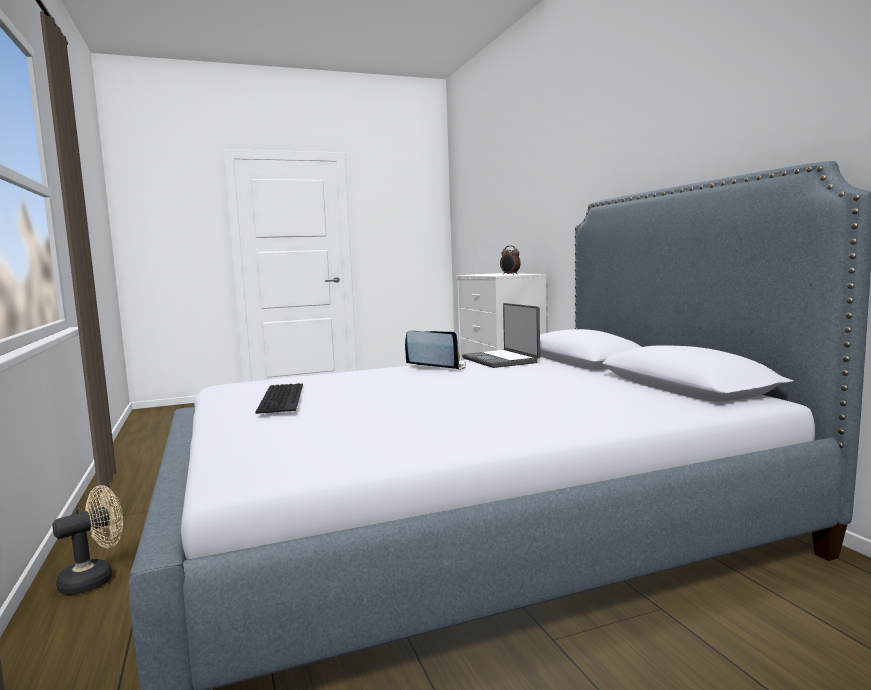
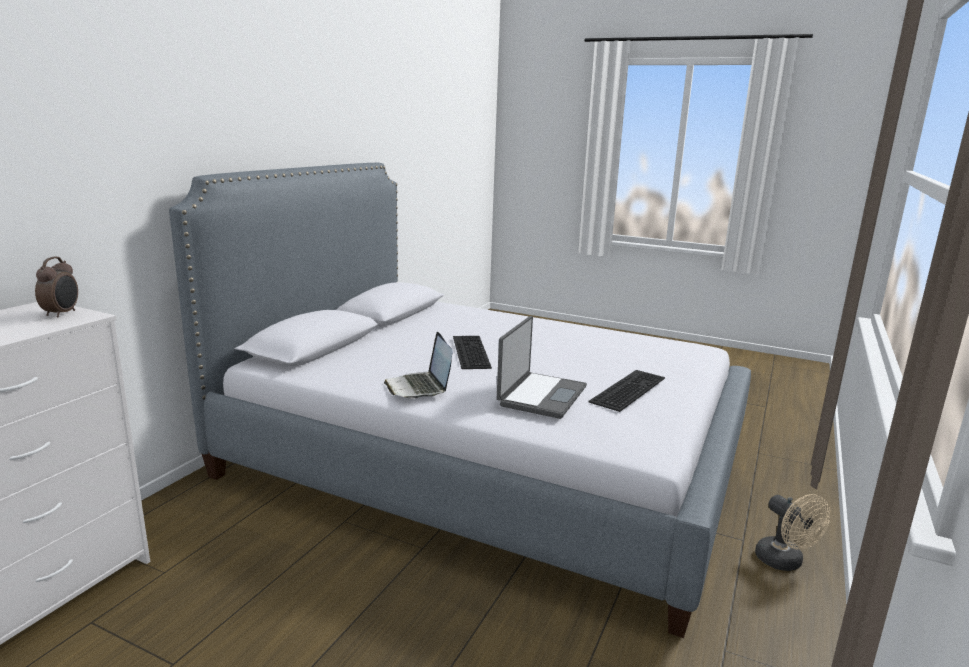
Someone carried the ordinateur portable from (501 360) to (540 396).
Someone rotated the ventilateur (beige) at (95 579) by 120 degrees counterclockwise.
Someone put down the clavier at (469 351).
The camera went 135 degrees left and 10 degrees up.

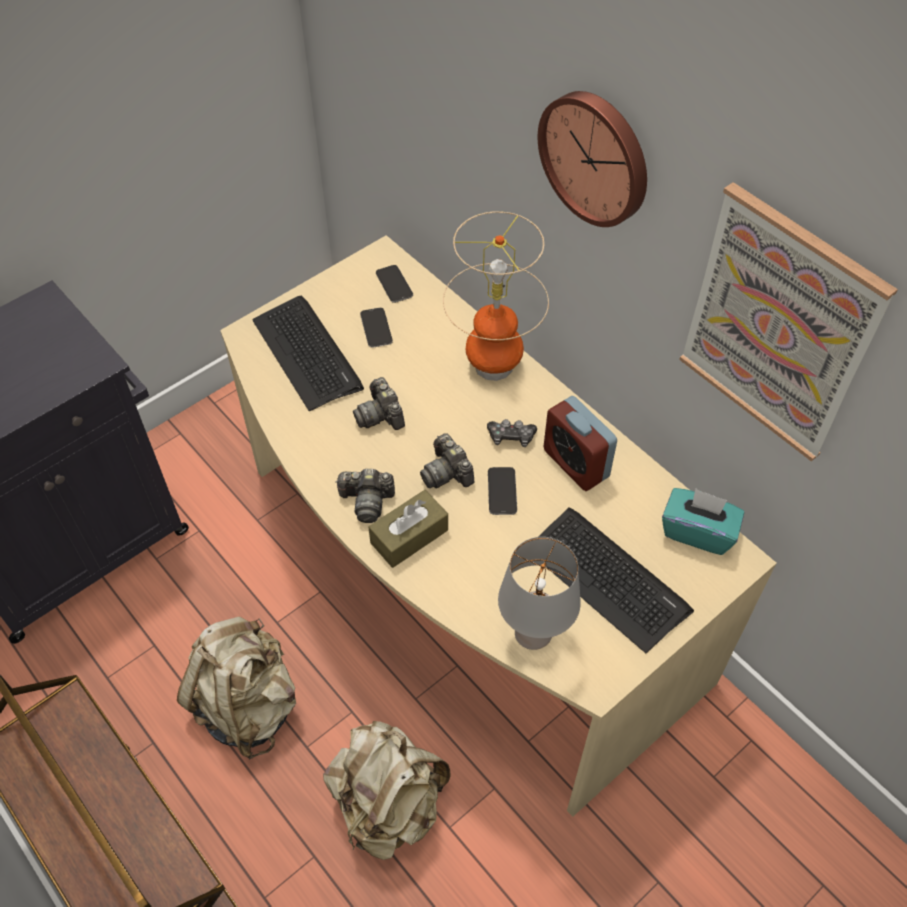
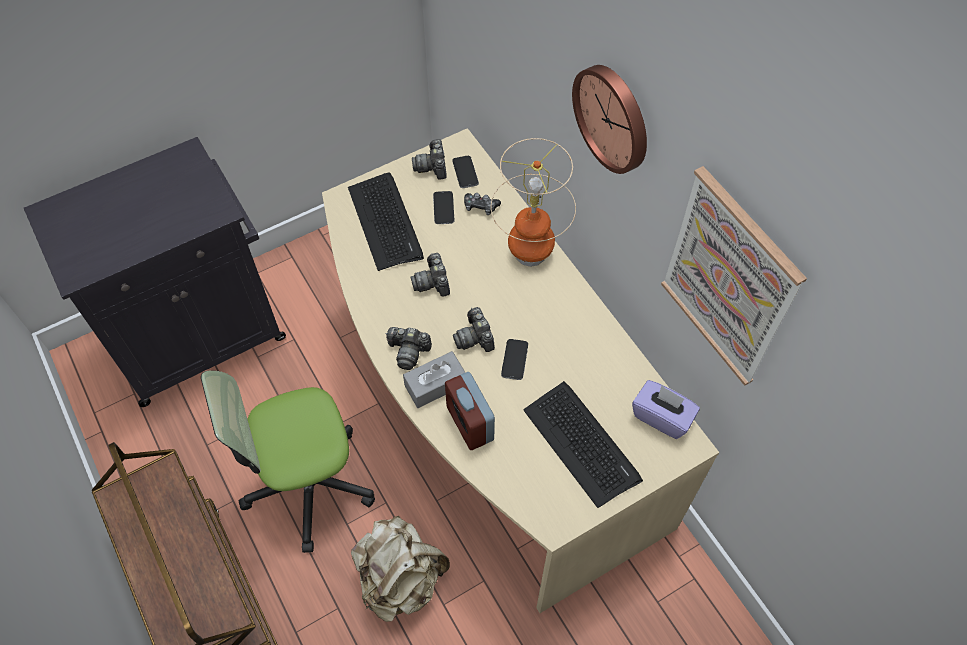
Someone carried the réveil from (575 463) to (470 423).
Someone carried the manette from (511 437) to (480 207).
Someone repainted the boîte à mouchoirs (turquoise) at (697 531), which became the boîte à mouchoirs (violet) at (662 417).
Someone repainted the boîte à mouchoirs (marron) at (409 536), which became the boîte à mouchoirs (gris) at (435 385).
Someone took away the lampe de table (gris) at (533 634).
Someone swapped the sac à dos (beige) at (248 705) for the chaise de bureau at (308 484).
Someone put down the appareil photo at (432 166).
The camera went 10 degrees right and 5 degrees up.

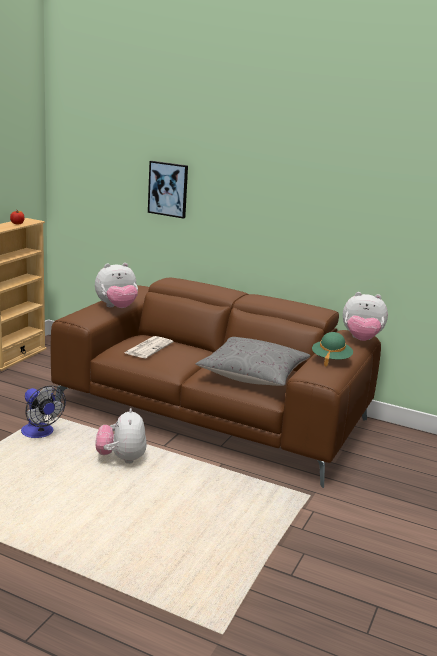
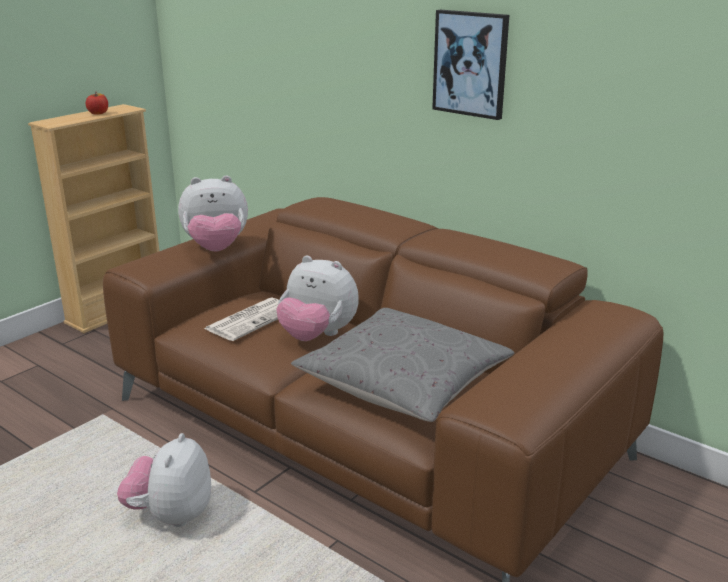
Someone carried the tableau from (168 189) to (471 64).
Someone carried the peluche from (361 340) to (317 336).
Someone took away the chapeau (vert) at (331 359).
Someone took away the ventilateur at (40 433).
The camera went 15 degrees right and 5 degrees up.

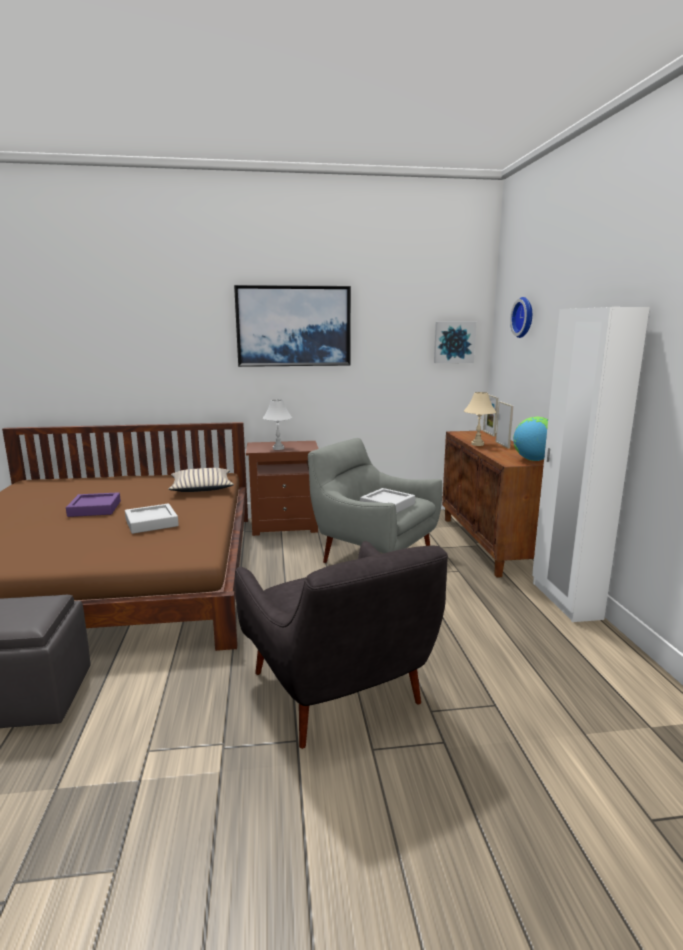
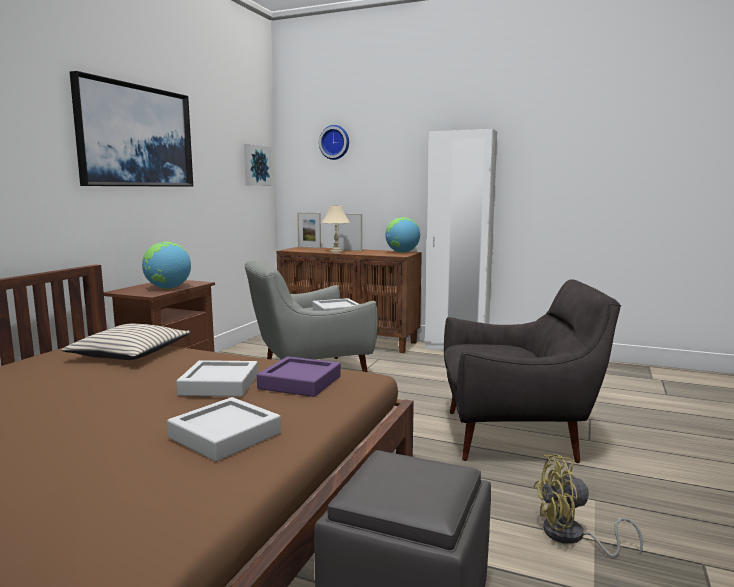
Someone swapped the lampe de table (blanc) at (278 448) for the globe at (168 288).
Someone carried the plateau (violet) from (94 509) to (300 382).
Someone put down the plateau (gris) at (225 435).
Someone put down the ventilateur (jaune) at (572 537).
The camera went 60 degrees left and 5 degrees down.

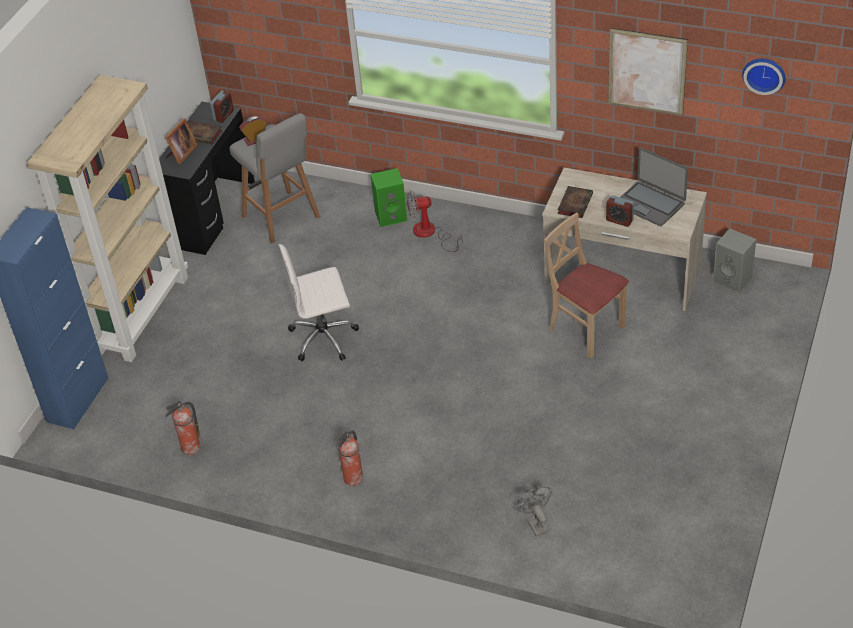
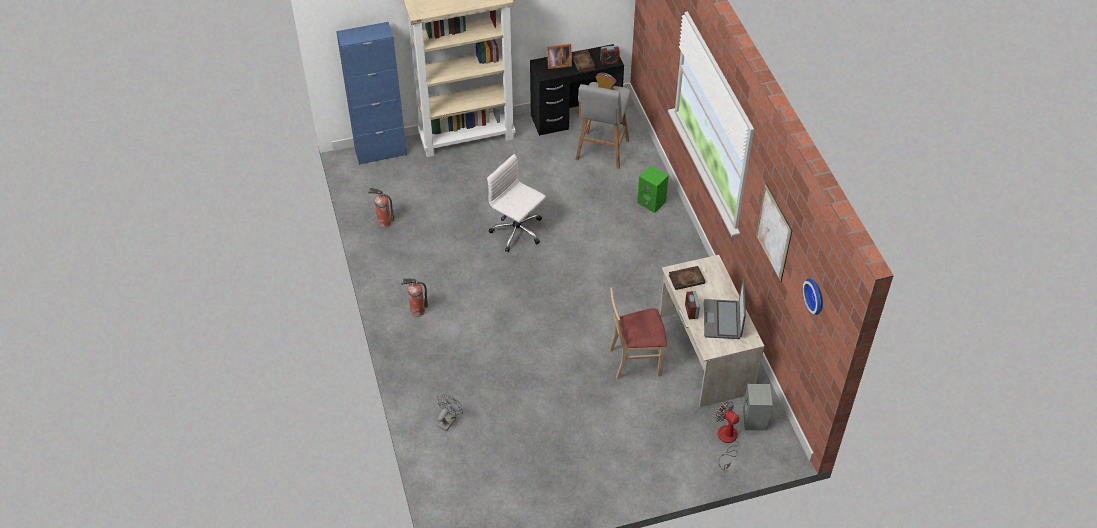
Someone carried the ventilateur from (430 234) to (726 441).
Someone rotated the chaise (beige) at (586 329) by 105 degrees counterclockwise.
The camera went 50 degrees right and 5 degrees up.

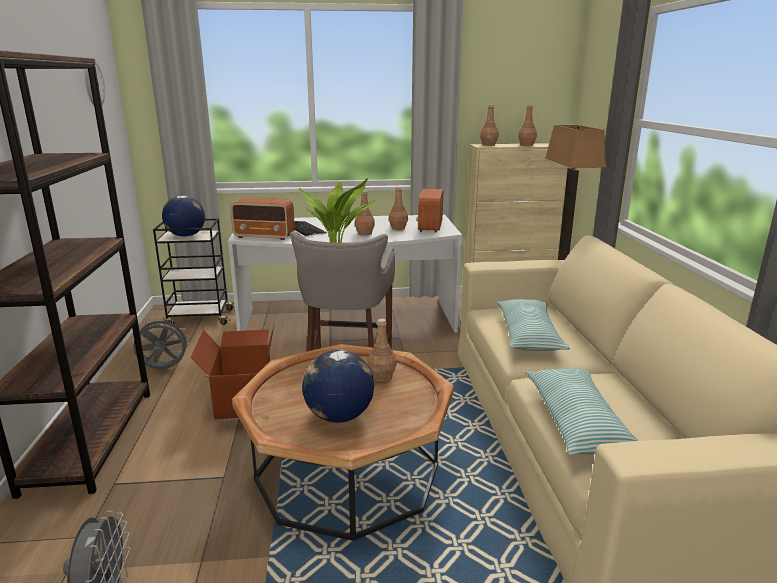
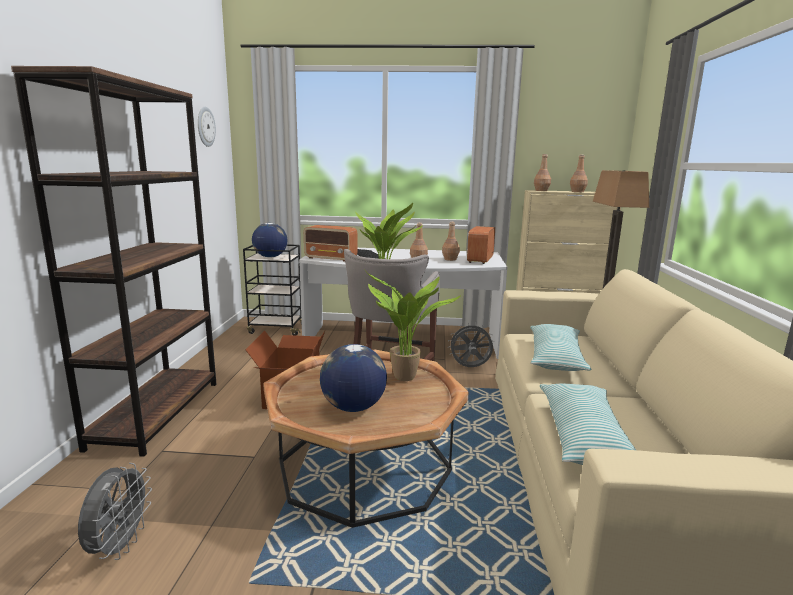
Someone carried the ventilateur (gris) from (163 369) to (470 368).
Someone swapped the bouteille (marron) at (382 376) for the plante en pot at (404 379).
The camera went 10 degrees right and 5 degrees down.

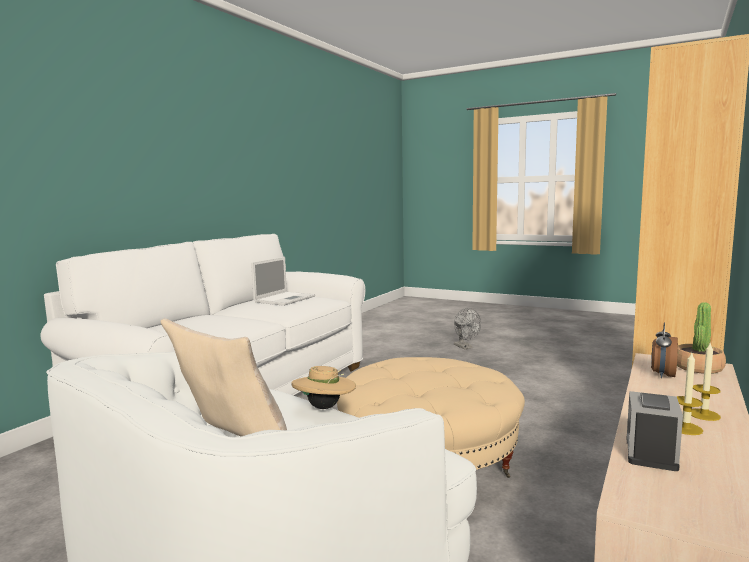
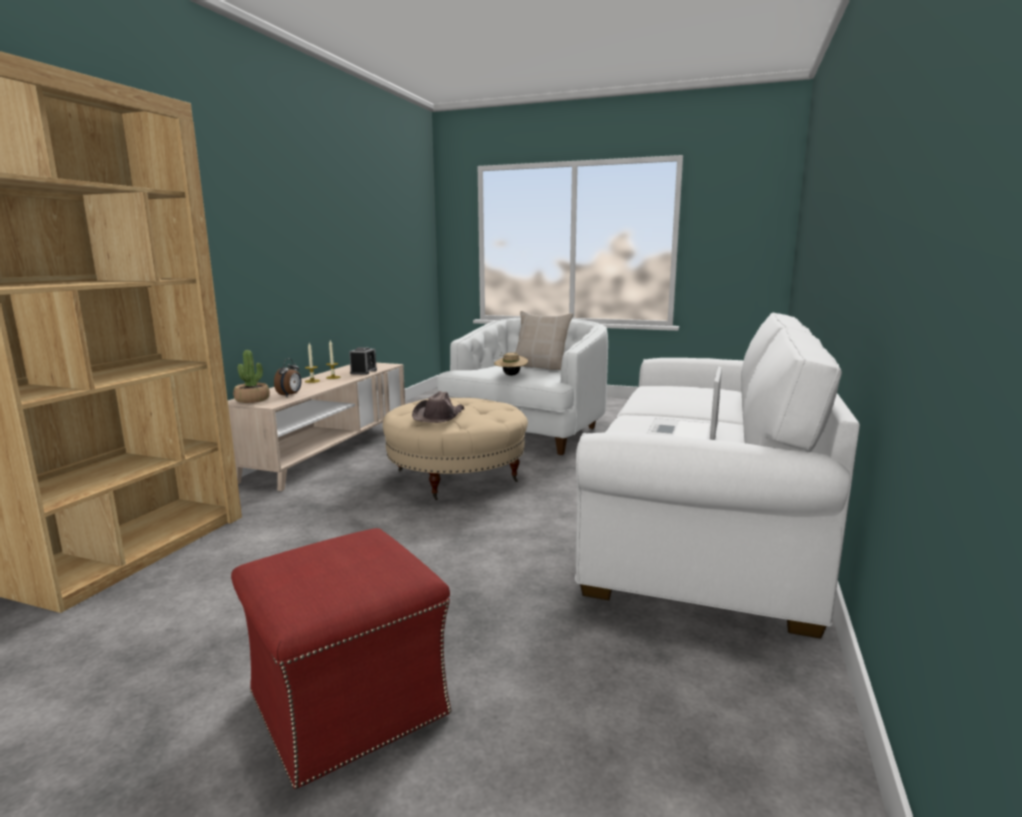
Someone swapped the ventilateur (gris) at (465 347) for the pouf (rouge) at (346 705).
Someone put down the chapeau (marron) at (439 415).
The camera went 170 degrees right and 5 degrees up.

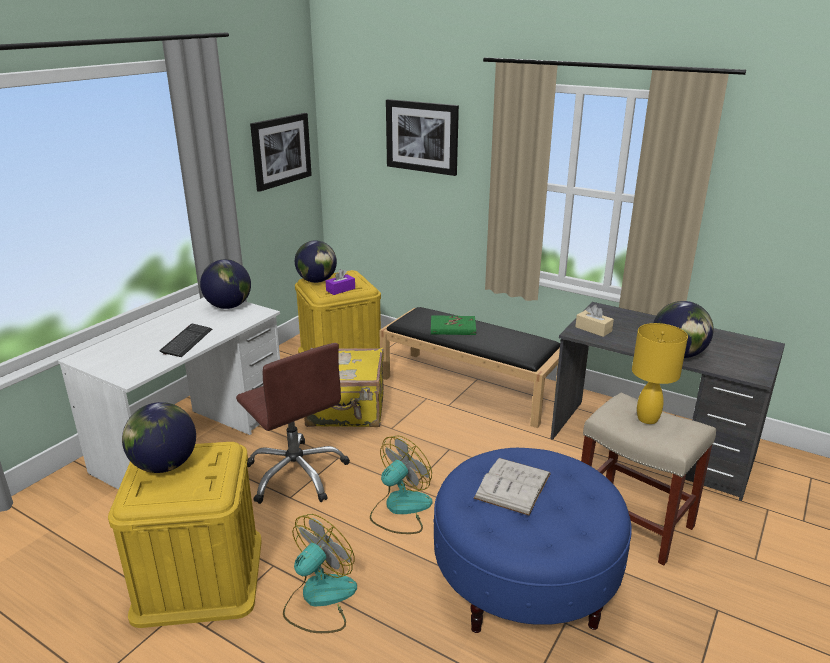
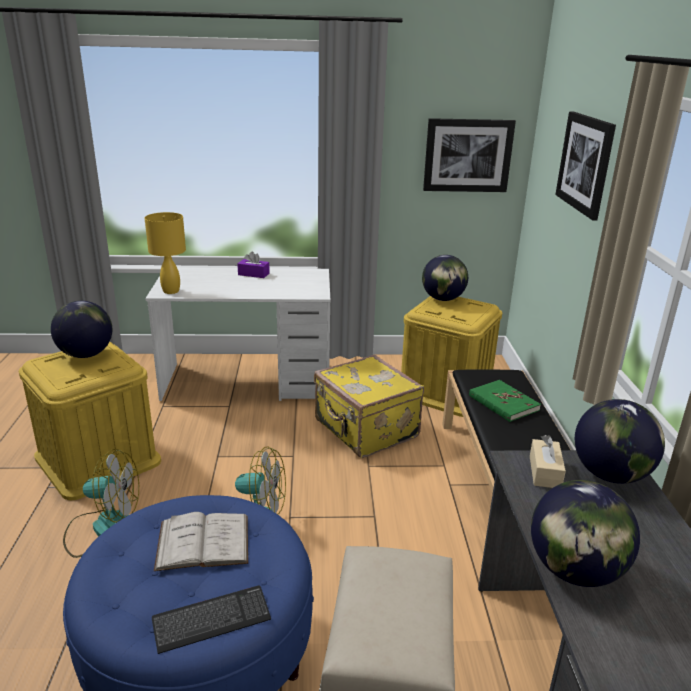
Someone carried the globe from (228 306) to (610 475).
Someone carried the boîte à mouchoirs (violet) from (340 289) to (253 274).
Someone carried the lampe de table (jaune) from (647 418) to (171 291).
Someone carried the clavier from (187 341) to (211 620).
Someone took away the chaise de bureau (marron) at (296 473).
The camera went 55 degrees right and 0 degrees up.

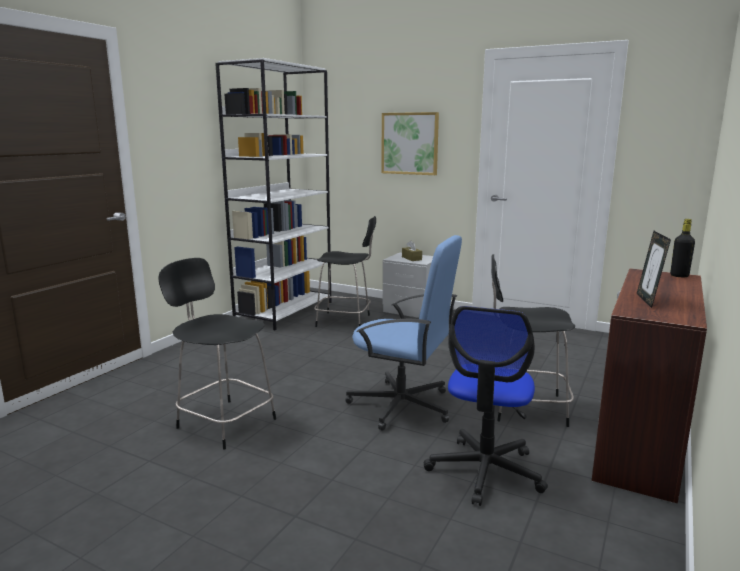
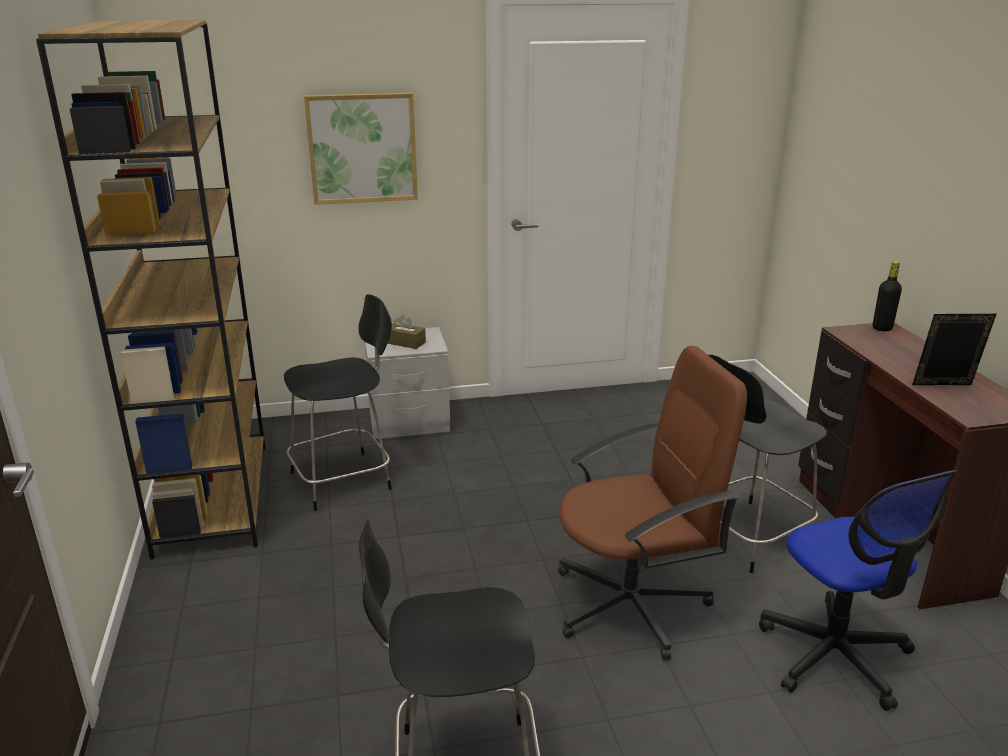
Someone repainted the bibliothèque (blanc) at (284 311), which became the bibliothèque (marron) at (212 497).
Someone rotated the cadre photo at (648 300) by 120 degrees clockwise.
Someone repainted the chaise de bureau (bleu) at (402 405), which became the chaise de bureau (marron) at (632 604).
The camera went 40 degrees left and 10 degrees up.

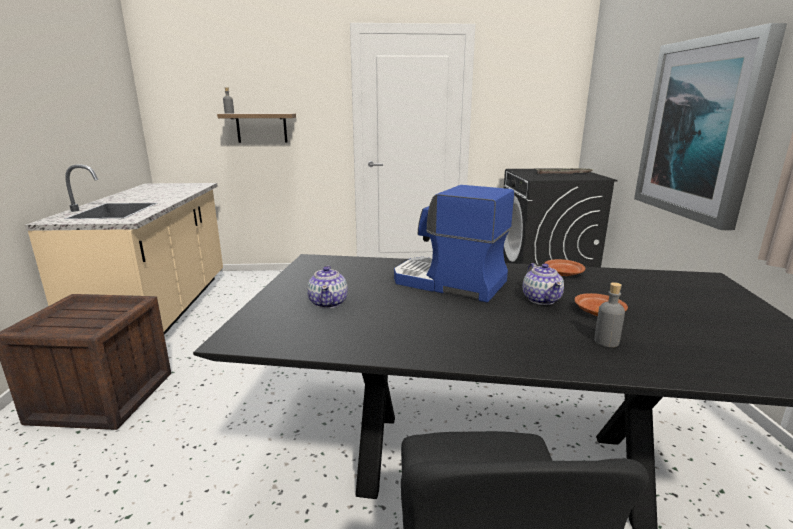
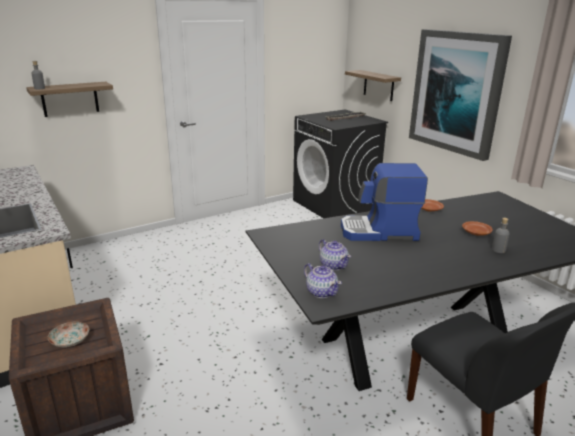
Someone carried the théière from (541 299) to (321 292).
Someone put up the étagère at (378 85).
Someone put down the assiette at (71 340).
The camera went 30 degrees left and 5 degrees up.

